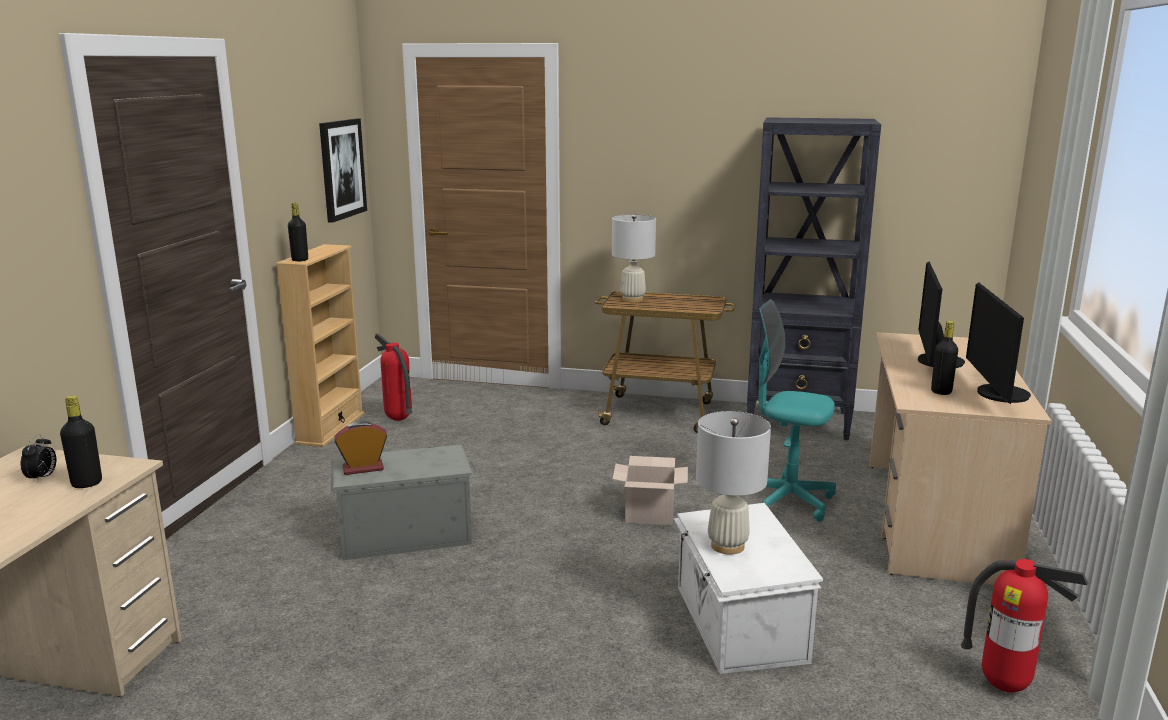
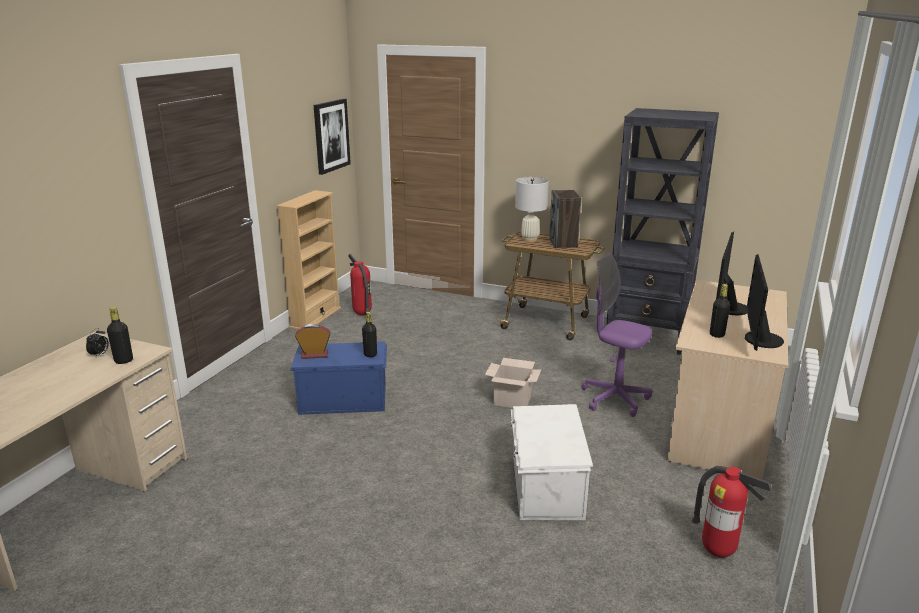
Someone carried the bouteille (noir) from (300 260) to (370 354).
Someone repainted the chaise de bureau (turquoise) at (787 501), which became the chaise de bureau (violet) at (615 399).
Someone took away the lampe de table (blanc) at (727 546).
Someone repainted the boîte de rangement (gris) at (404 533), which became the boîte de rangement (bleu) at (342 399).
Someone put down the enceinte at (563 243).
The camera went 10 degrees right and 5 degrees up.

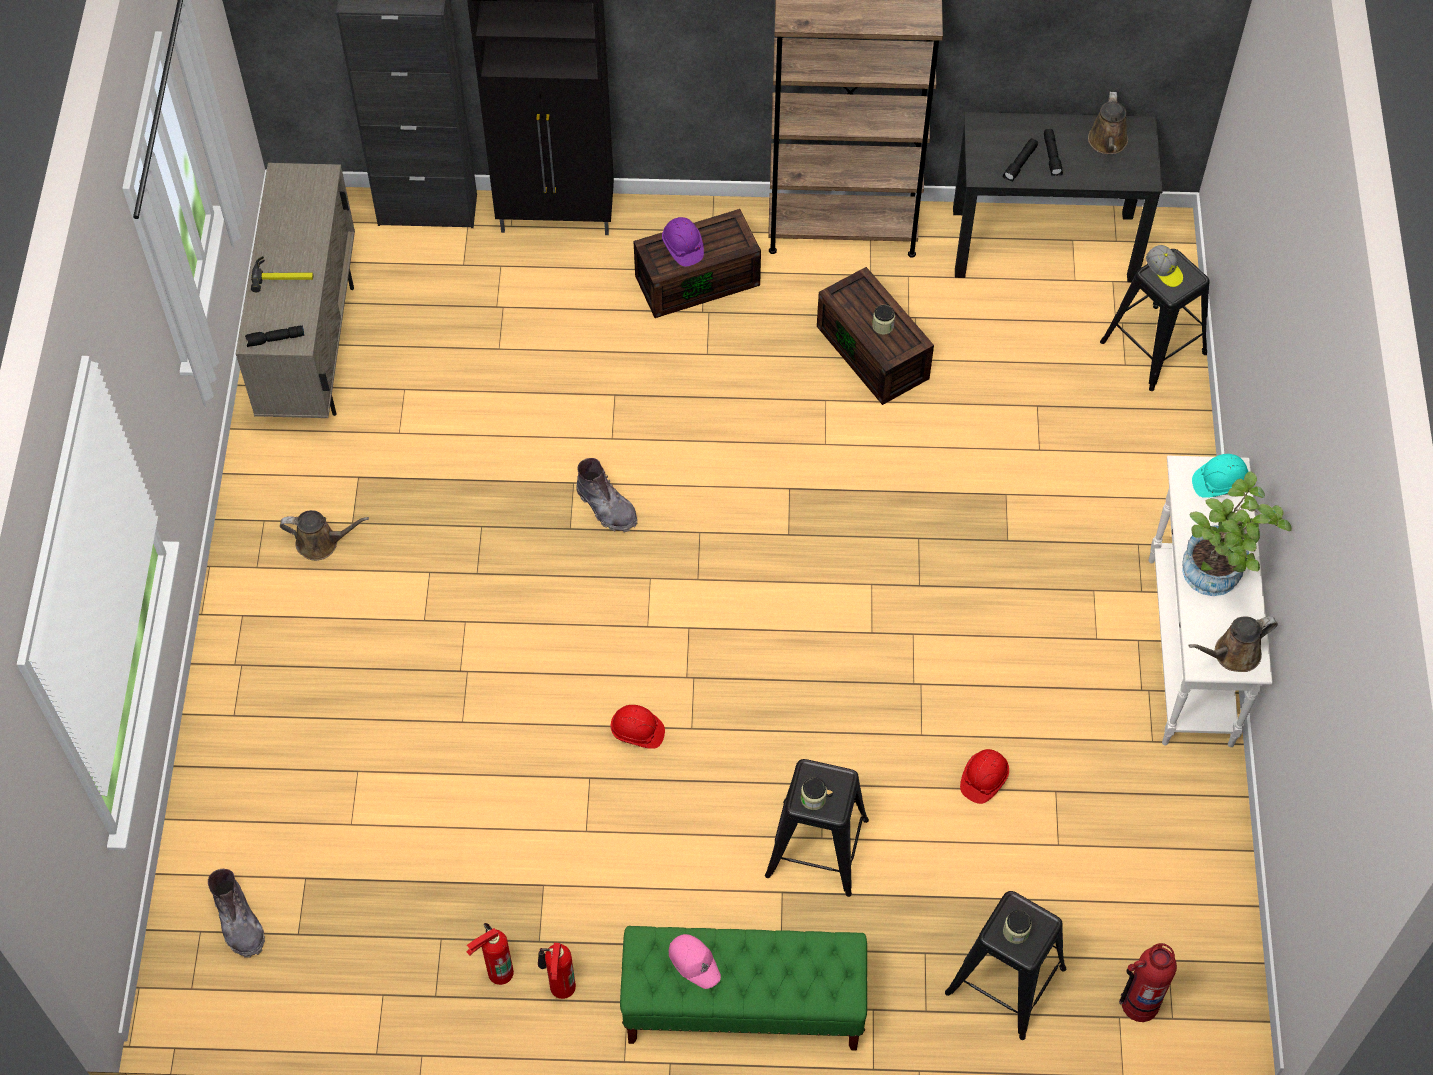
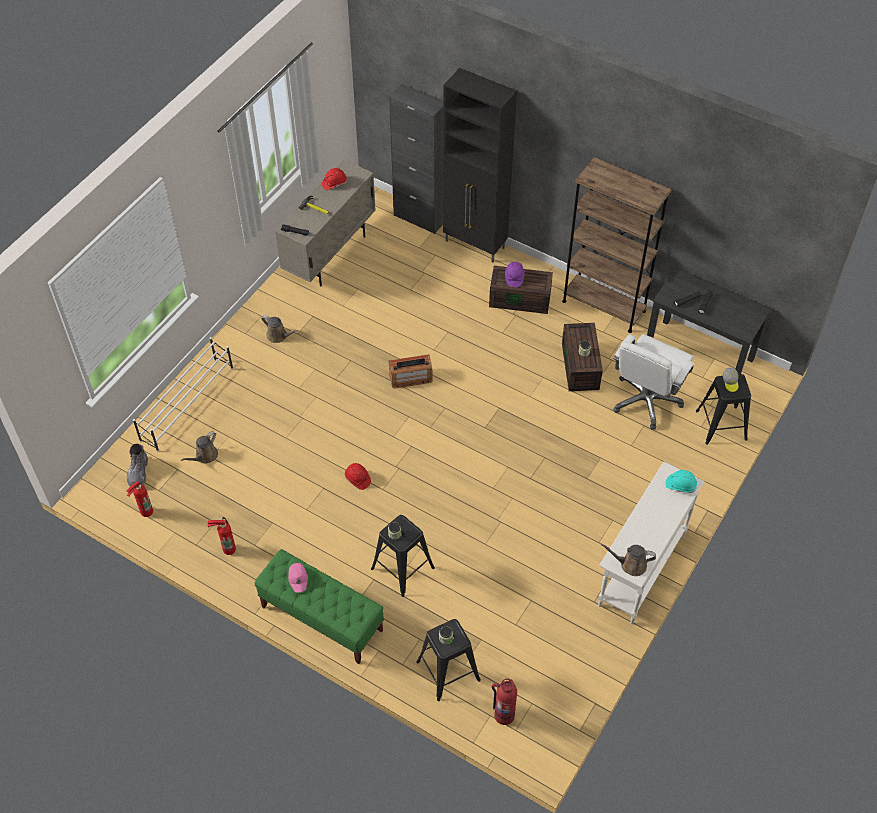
Someone carried the arrosoir (marron) from (1108 143) to (205 456).
Someone swapped the botte (gris) at (606 507) for the radio at (410 378).
Someone took away the plante en pot at (1216 578).
Someone carried the casque de chantier (rouge) from (983 779) to (334 183).
Someone carried the extincteur from (560 988) to (145 511).
Someone put down the chaise de bureau (blanc) at (646 400).
Someone put down the étagère à chaussures (blanc) at (188 404).
The camera went 30 degrees right and 5 degrees down.

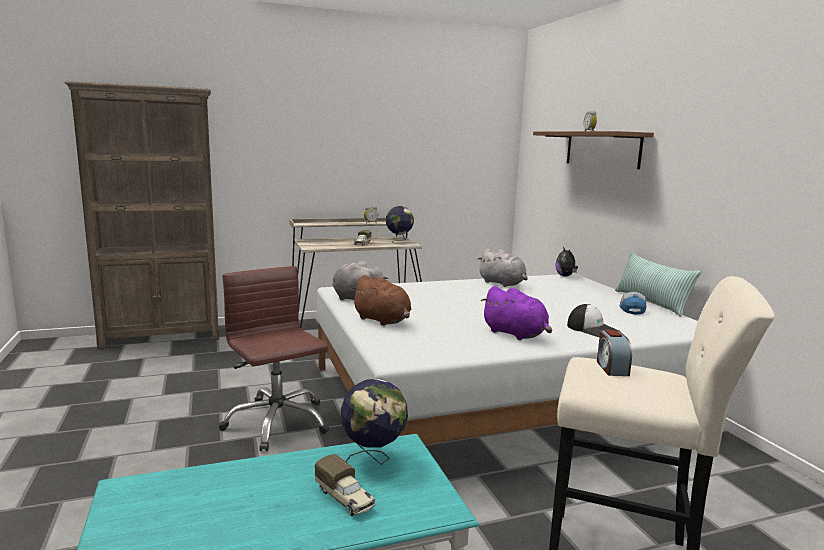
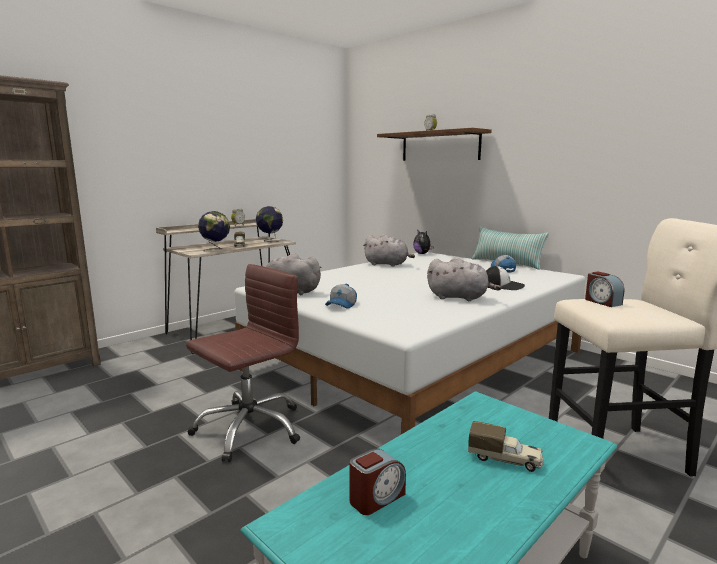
Someone rotated the chaise de bureau (marron) at (277 422) by 105 degrees clockwise.
Someone swapped the peluche (marron) at (383 320) for the casquette at (342 305).
Someone repainted the peluche (violet) at (516 334), which became the peluche (gris) at (460 298).
Someone carried the globe from (373 459) to (215 249).
Someone put down the réveil at (376 498).
The camera went 25 degrees left and 0 degrees up.

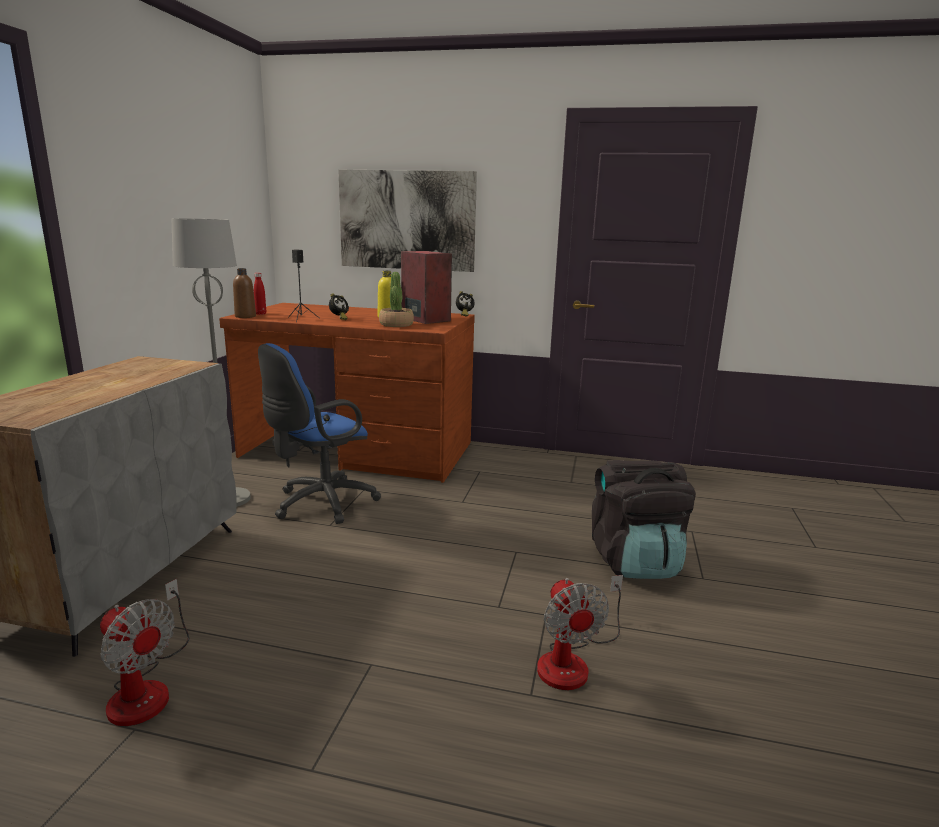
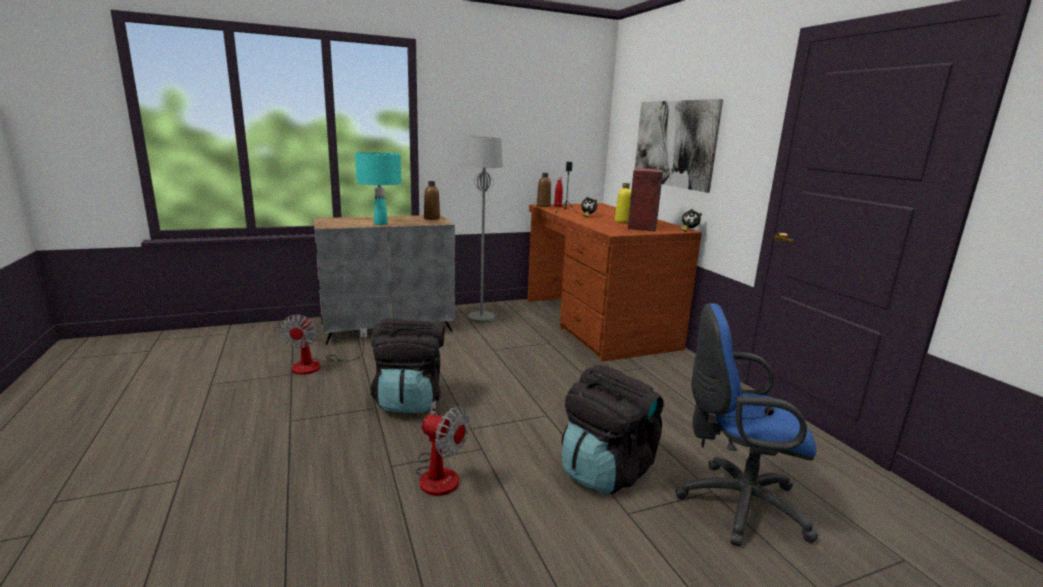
Someone took away the plante en pot at (396 324).
Someone carried the chaise de bureau (bleu) from (320 504) to (734 504).
Someone rotated the ventilateur at (572 661) by 105 degrees counterclockwise.
Someone put down the lampe de table (turquoise) at (380 224).
Someone put down the bouteille (marron) at (432 218).
Someone put down the sac à dos (noir) at (409 400).
The camera went 55 degrees right and 0 degrees up.

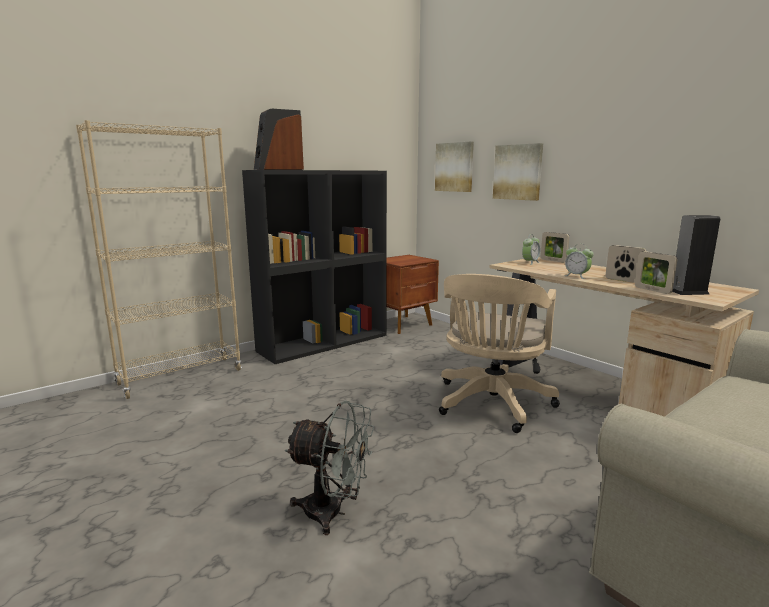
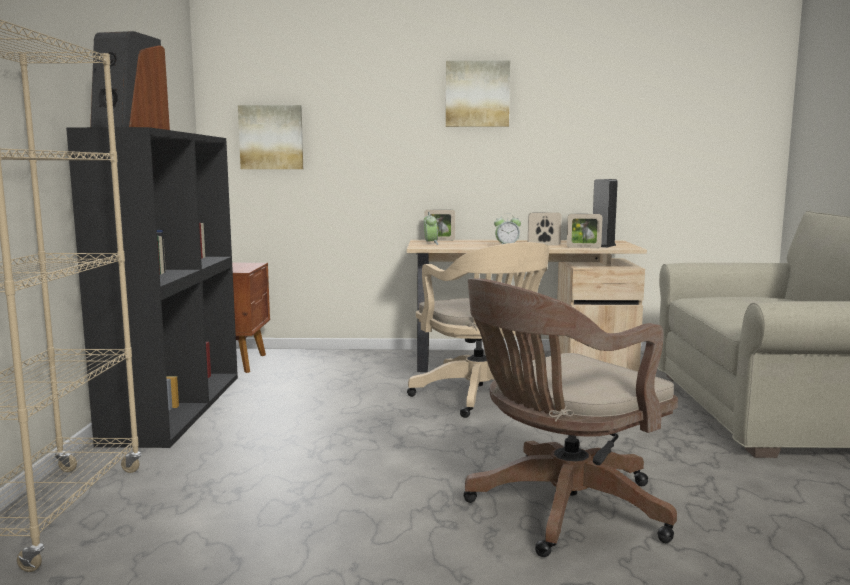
Someone carried the tableau from (518 172) to (477 94).
Someone swapped the ventilateur (gris) at (333 512) for the chaise de bureau (marron) at (560 510).
The camera went 50 degrees left and 5 degrees down.

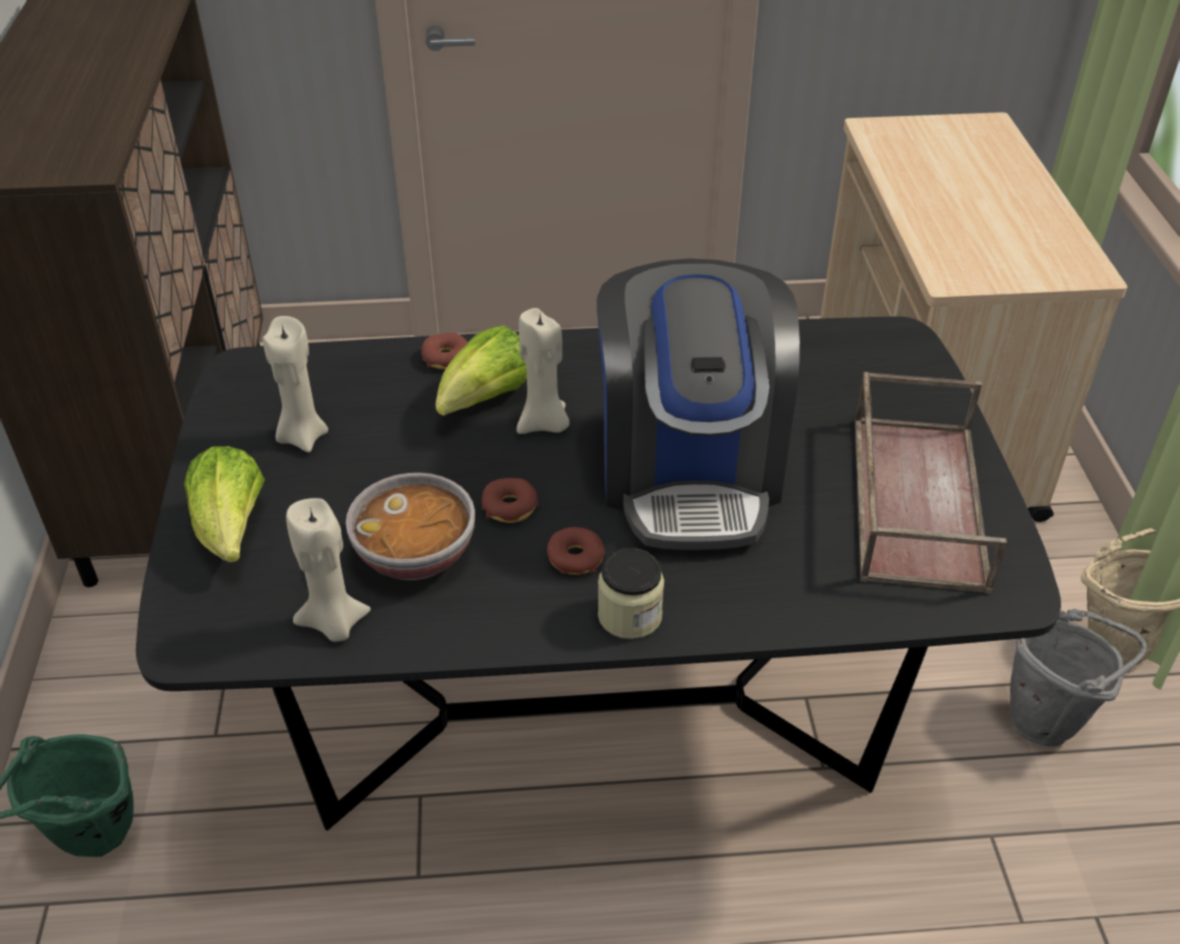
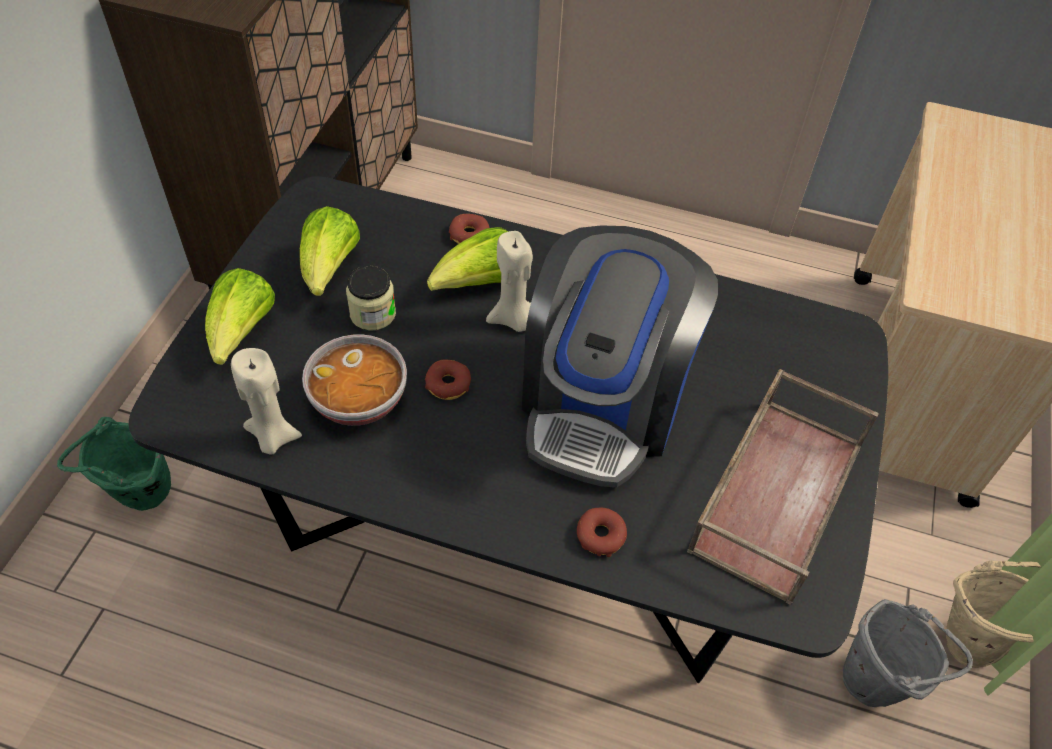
Someone swapped the bougie (beige) at (302 436) for the laitue at (329 270).
Someone carried the beignet from (575 558) to (600 535).
Someone carried the bocal from (630 615) to (373 314).
The camera went 20 degrees right and 10 degrees up.

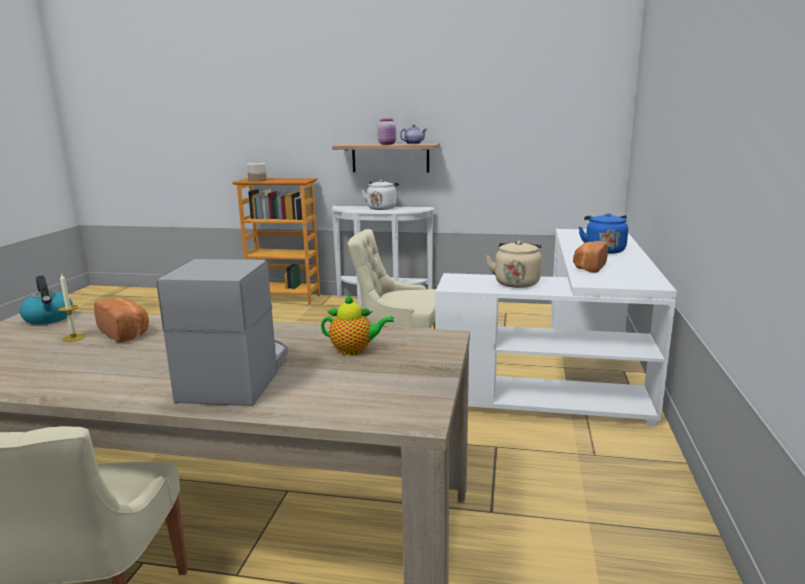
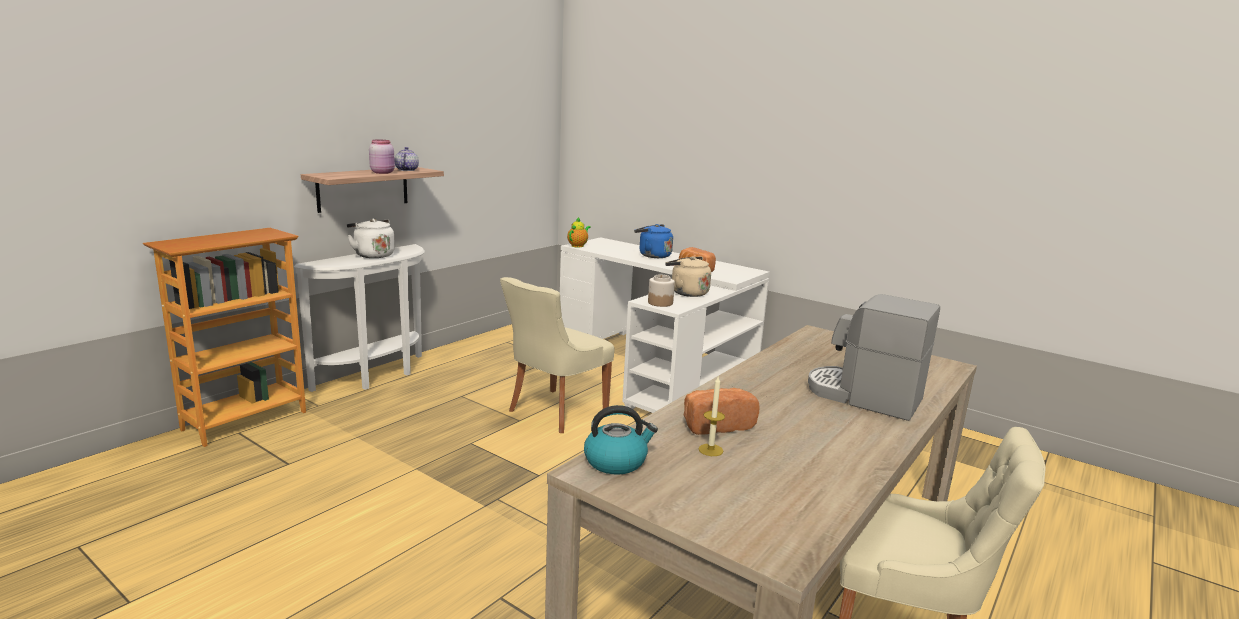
Someone carried the bocal from (257 180) to (660 303).
Someone carried the théière from (354 350) to (578 245).
The camera went 65 degrees left and 0 degrees up.

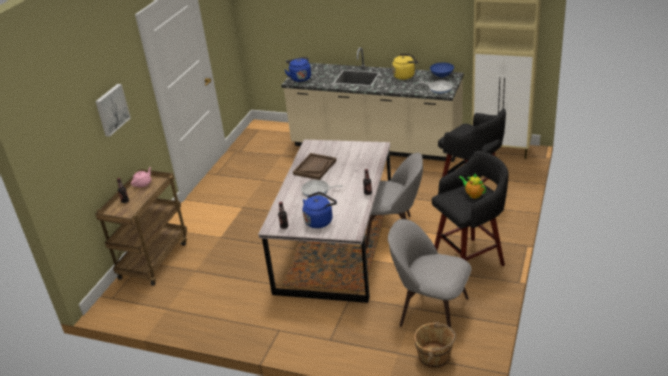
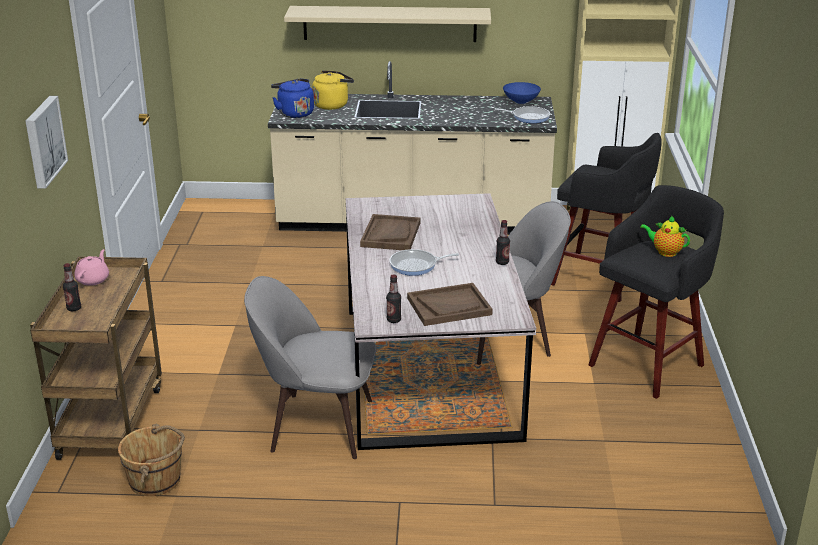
Someone carried the bouilloire (jaune) from (405 75) to (332 105).
Someone swapped the bouilloire (bleu) at (320 220) for the plateau (marron) at (449 306).
Someone carried the chaise (gris) from (431 311) to (317 425).
Someone carried the seau (marron) from (435 357) to (156 480).
Someone put up the étagère (beige) at (389 23).
The camera went 20 degrees left and 5 degrees down.

